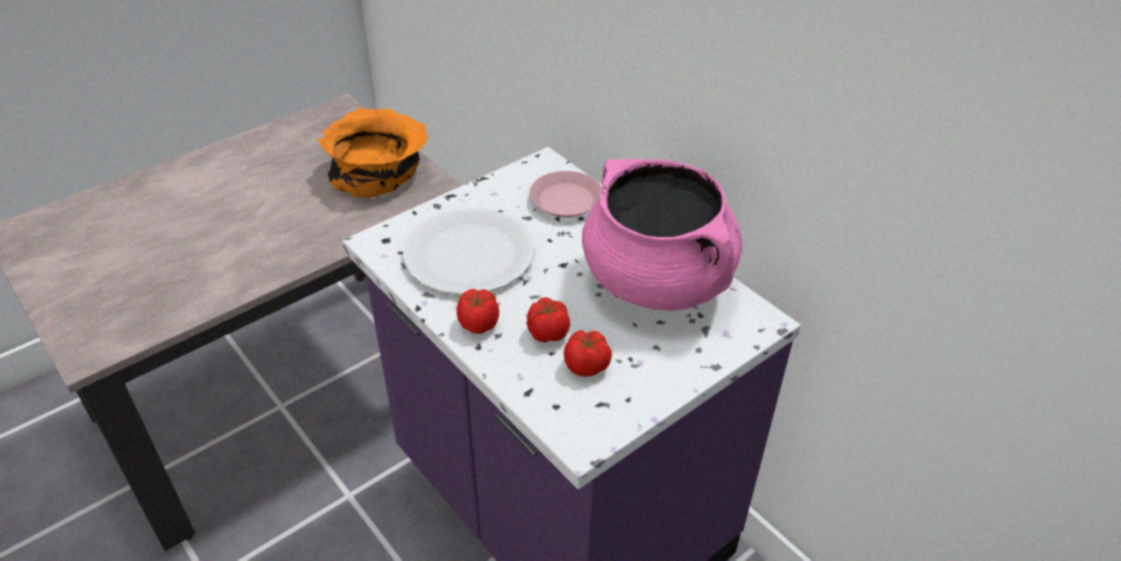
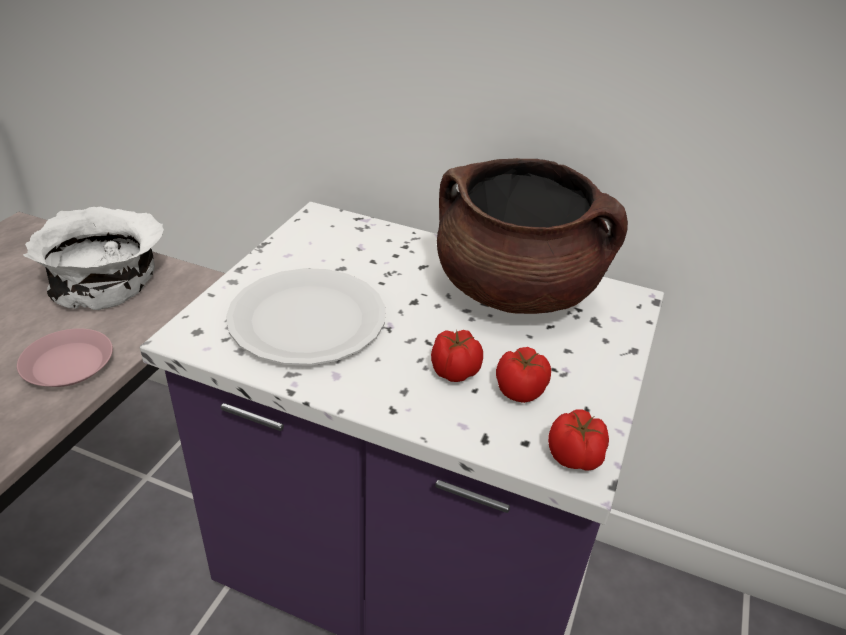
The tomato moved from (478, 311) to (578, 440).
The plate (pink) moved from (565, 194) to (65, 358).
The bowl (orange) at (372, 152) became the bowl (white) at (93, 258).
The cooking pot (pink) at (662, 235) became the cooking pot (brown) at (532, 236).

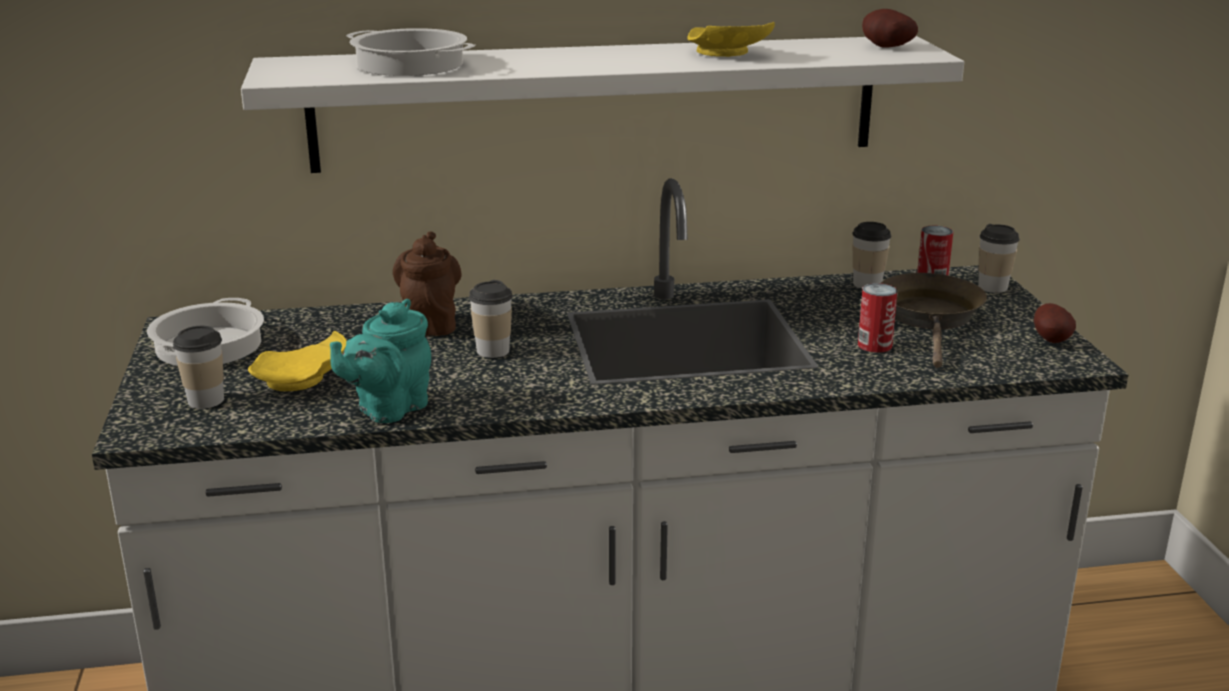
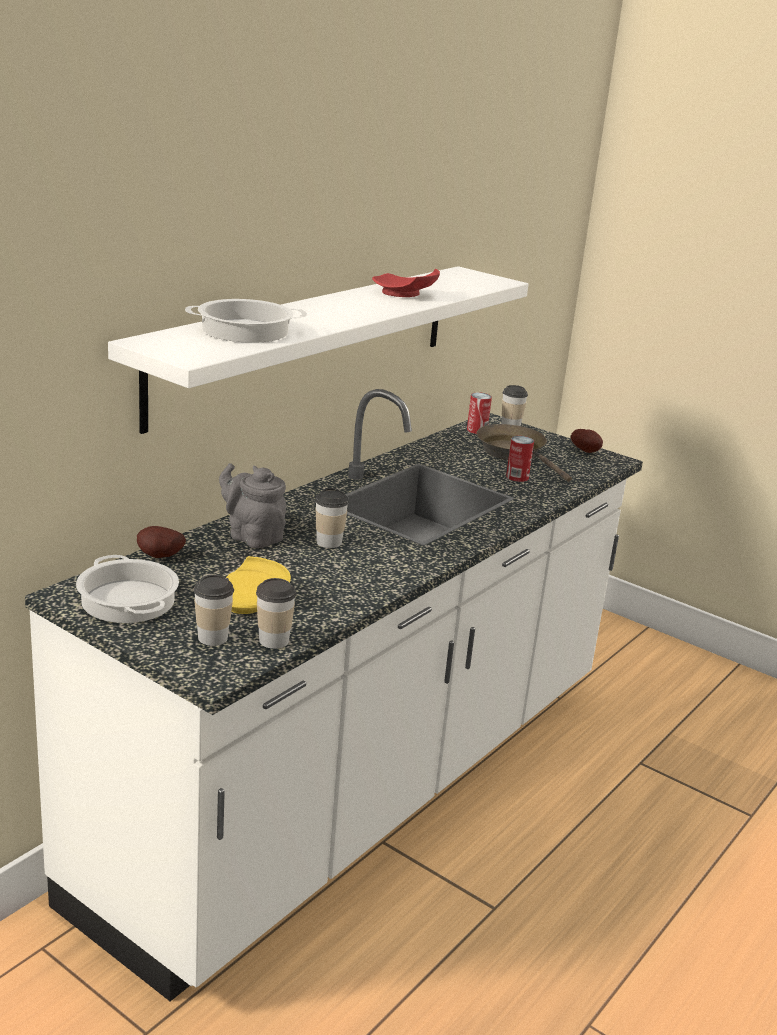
The teapot (turquoise) at (380, 361) disappeared.
The cup moved from (872, 255) to (276, 613).
The potato moved from (890, 28) to (161, 542).
The teapot (brown) at (427, 283) became the teapot (grey) at (252, 505).
The plate (yellow) at (731, 39) became the plate (red) at (406, 283).

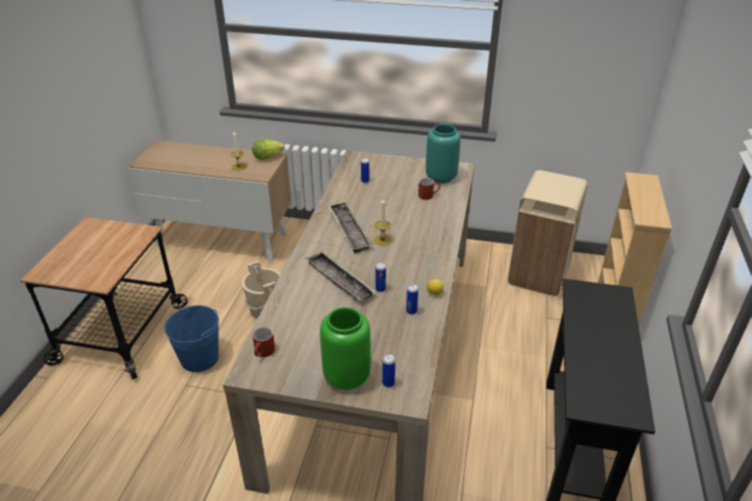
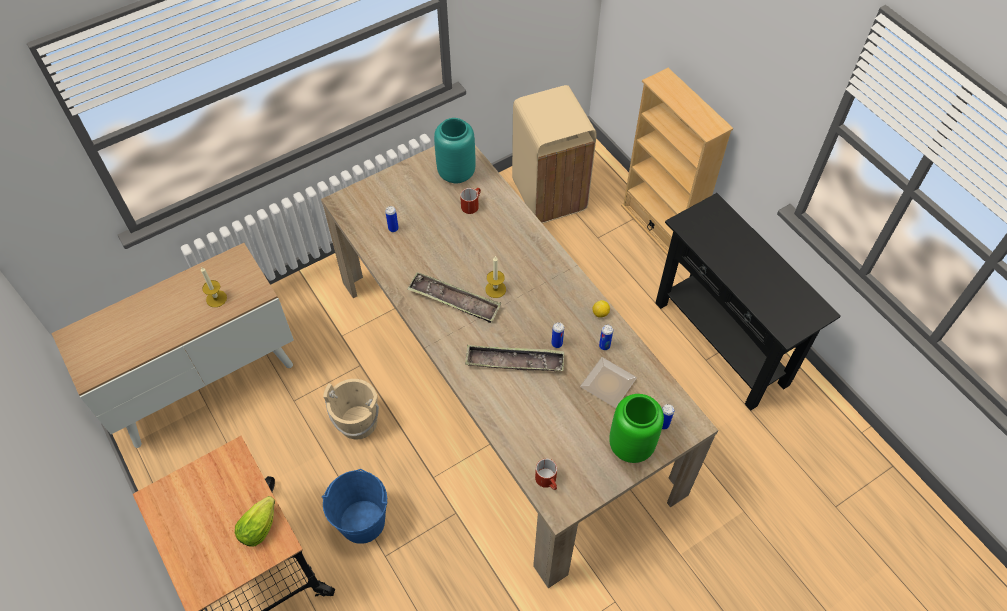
The plate at (608, 382) appeared.
The lettuce moved from (268, 149) to (255, 521).

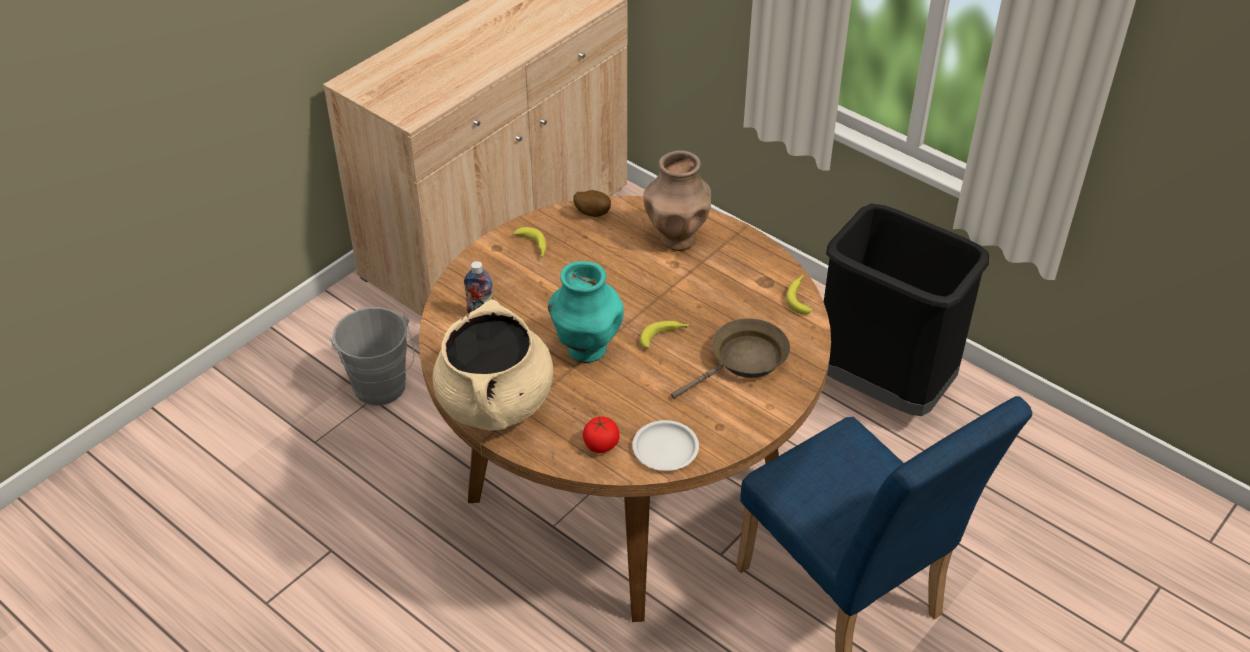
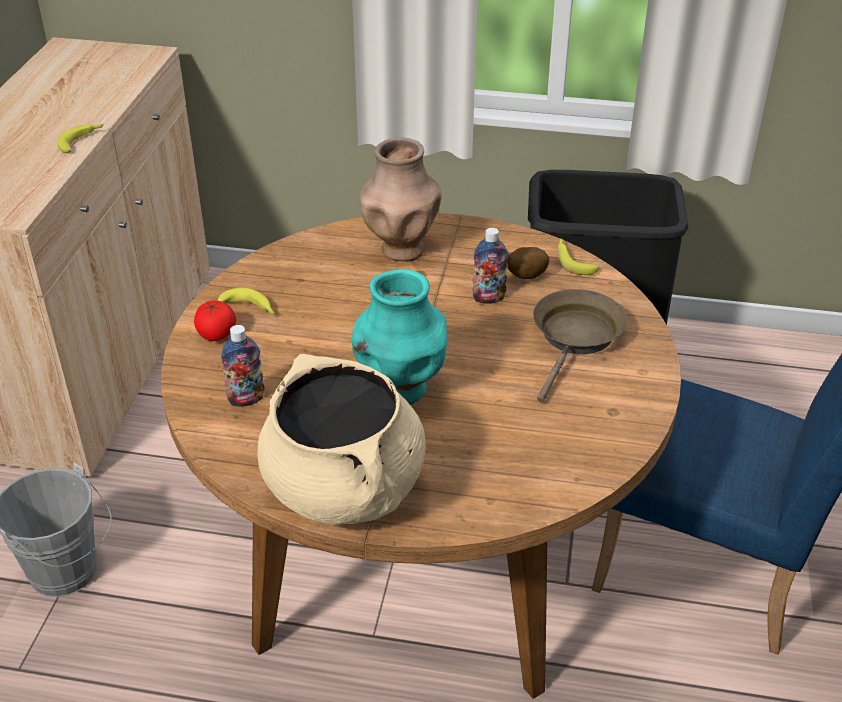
The plate (white) at (665, 445) disappeared.
The bottle at (490, 266) appeared.
The potato moved from (592, 203) to (527, 263).
The tomato moved from (601, 435) to (215, 320).
The banana moved from (665, 335) to (80, 138).

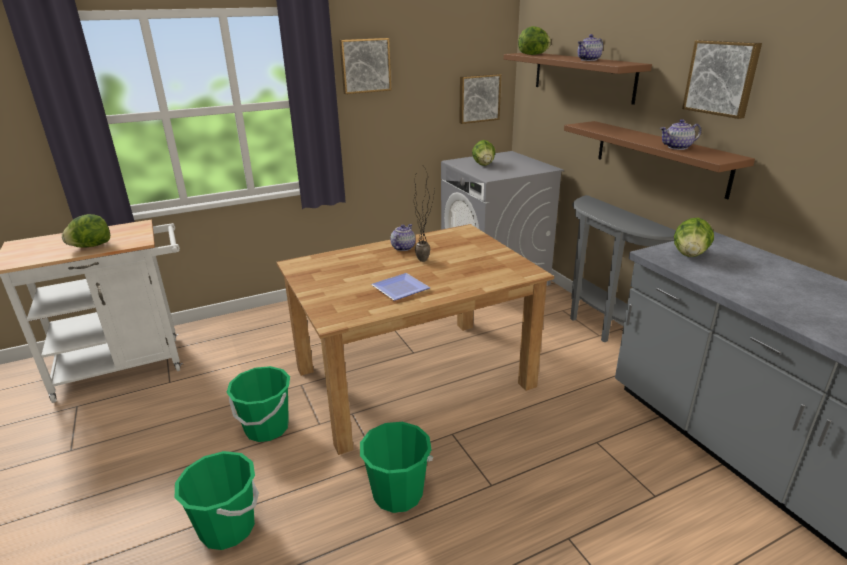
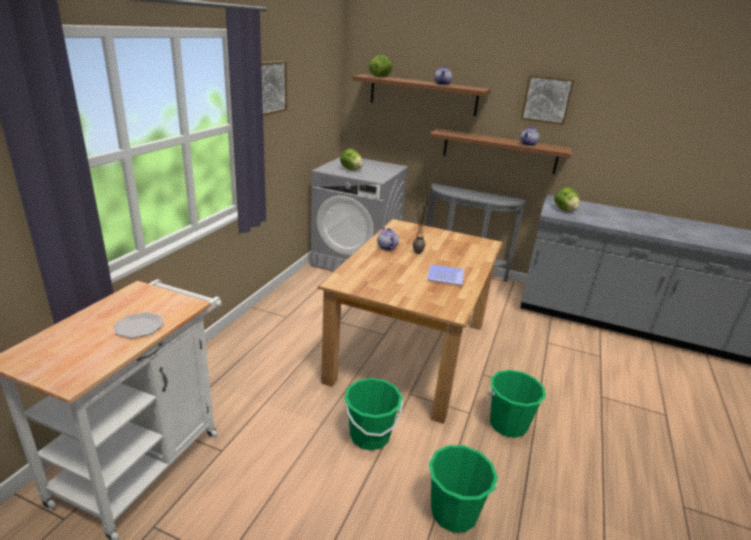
The picture at (480, 99) disappeared.
The lettuce at (86, 231) was replaced by the plate at (139, 325).

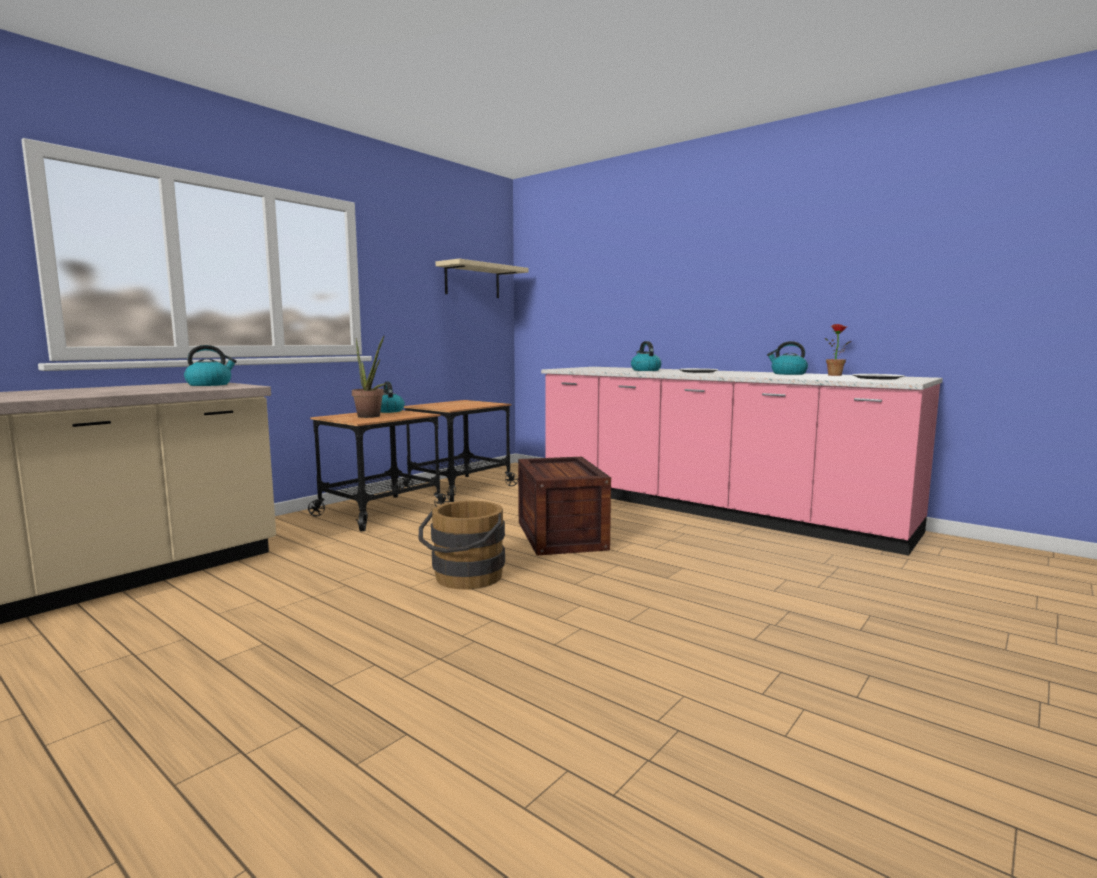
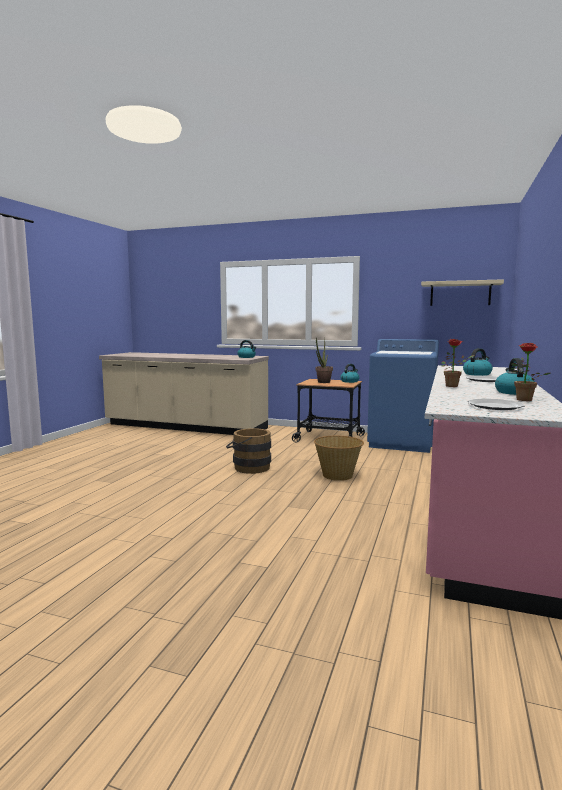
The potted plant at (457, 363) appeared.
The cart at (458, 451) was replaced by the washing machine (blue) at (403, 396).
The crate at (564, 506) was replaced by the basket at (339, 458).

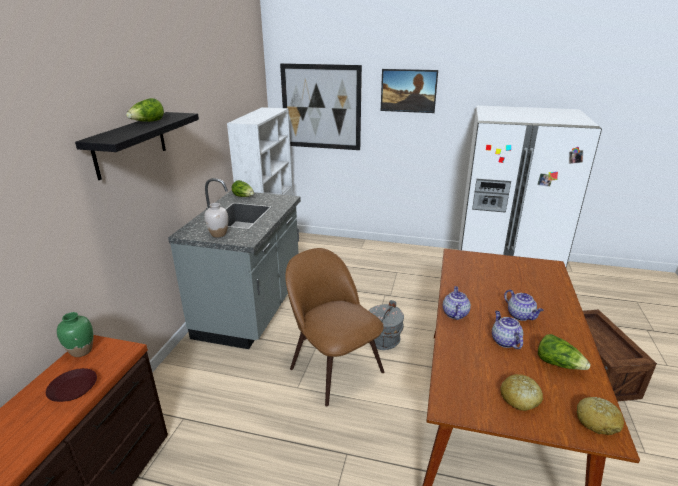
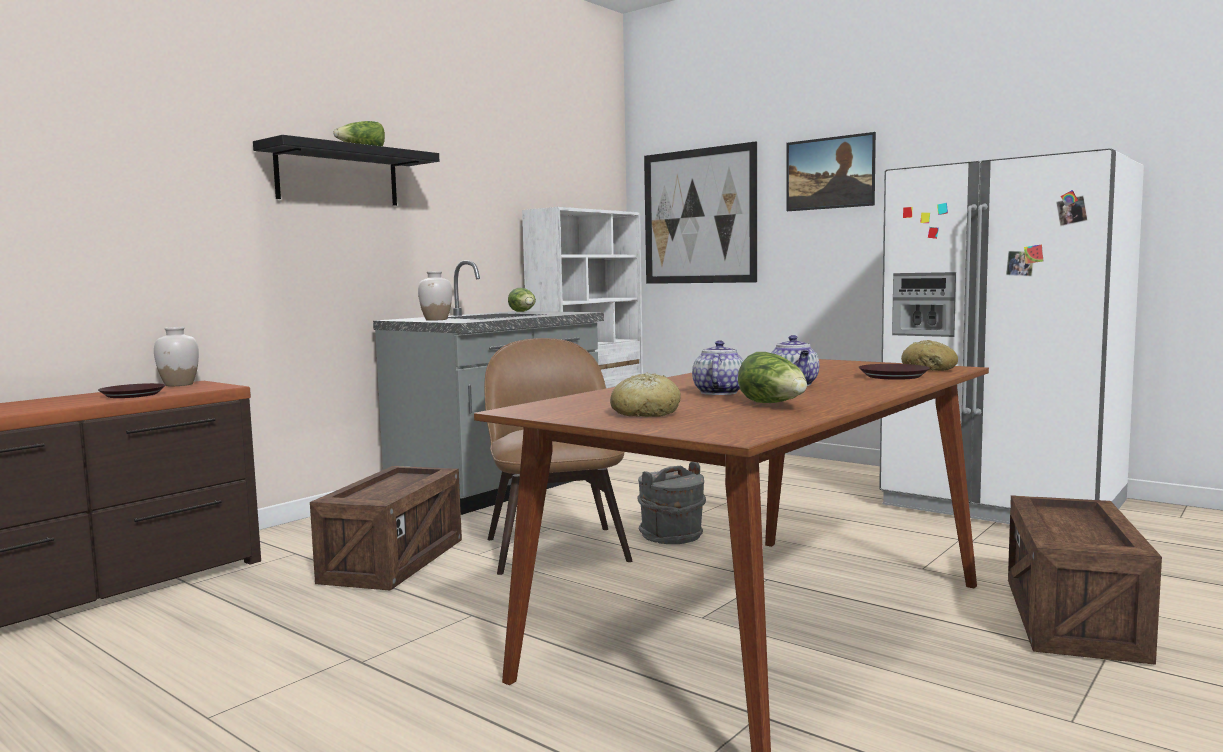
The teapot at (457, 303) disappeared.
The crate at (386, 528) appeared.
The plate (brown) at (894, 372) appeared.
The bread moved from (600, 416) to (929, 355).
The vase (green) at (75, 334) became the vase (white) at (176, 356).

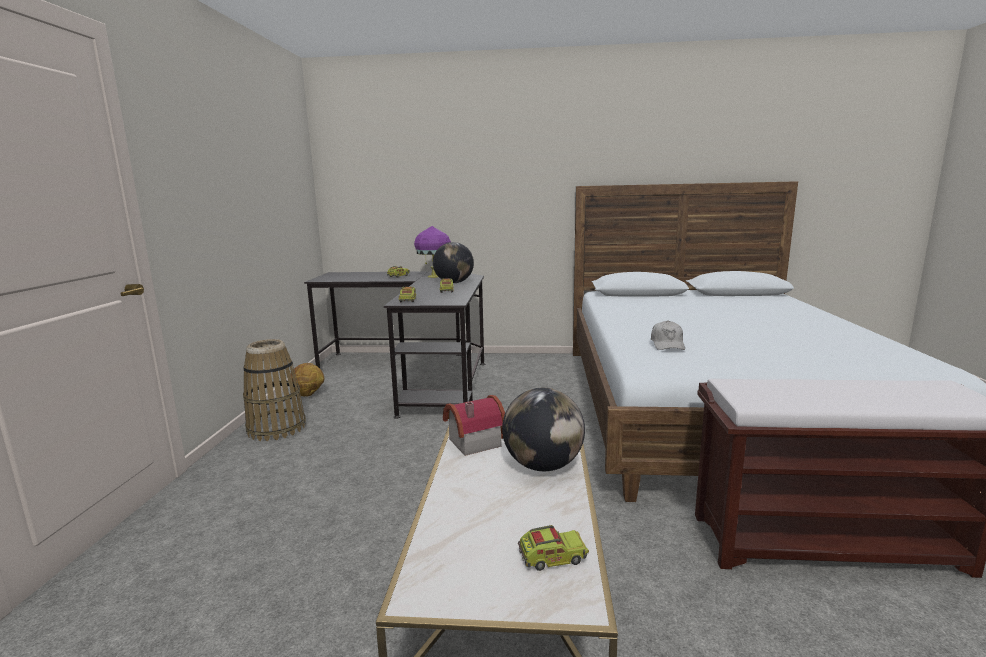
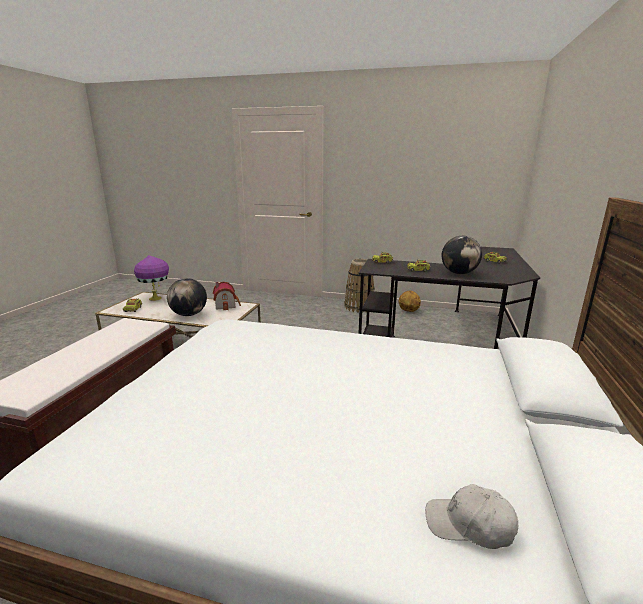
The table lamp (purple) moved from (432, 252) to (151, 278).
The cap (white) moved from (668, 335) to (471, 516).

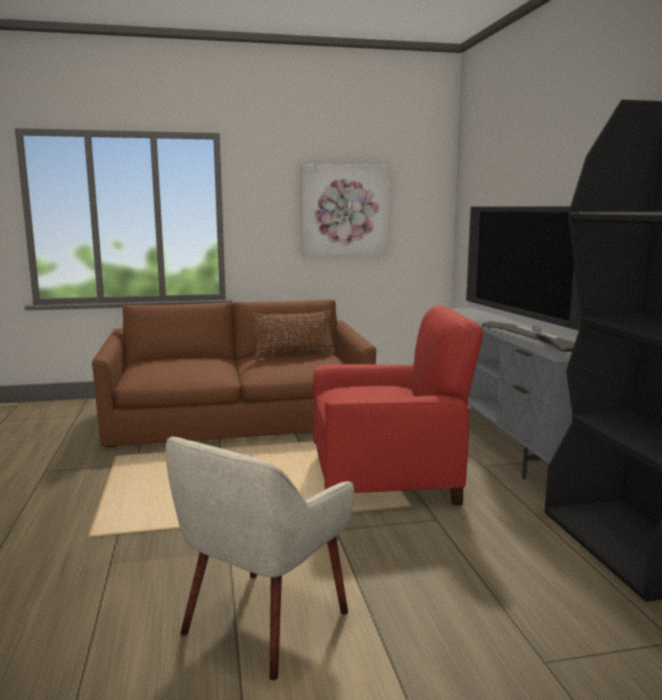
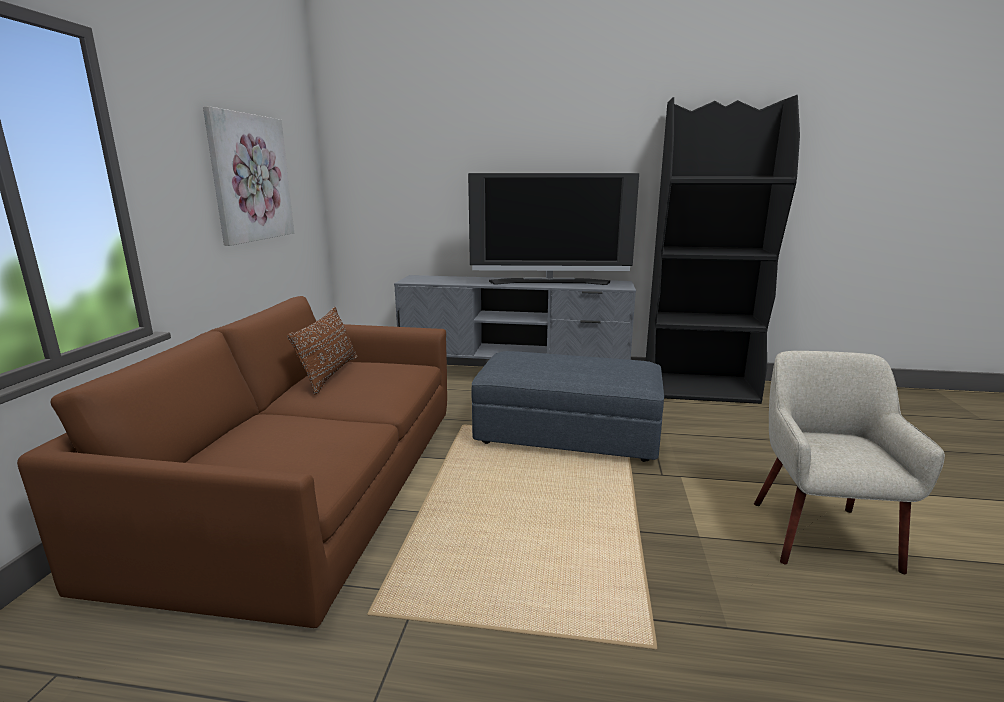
The armchair (red) at (398, 405) was replaced by the ottoman (grey) at (567, 406).
The armchair (beige) at (260, 558) turned 135 degrees counterclockwise.

